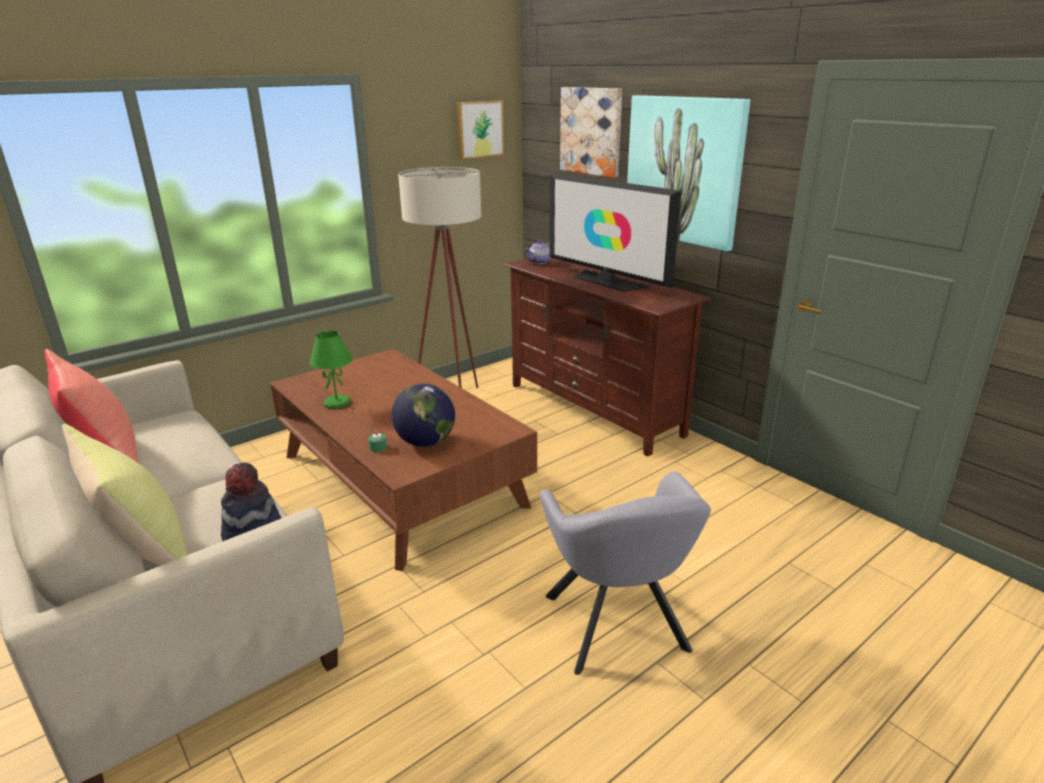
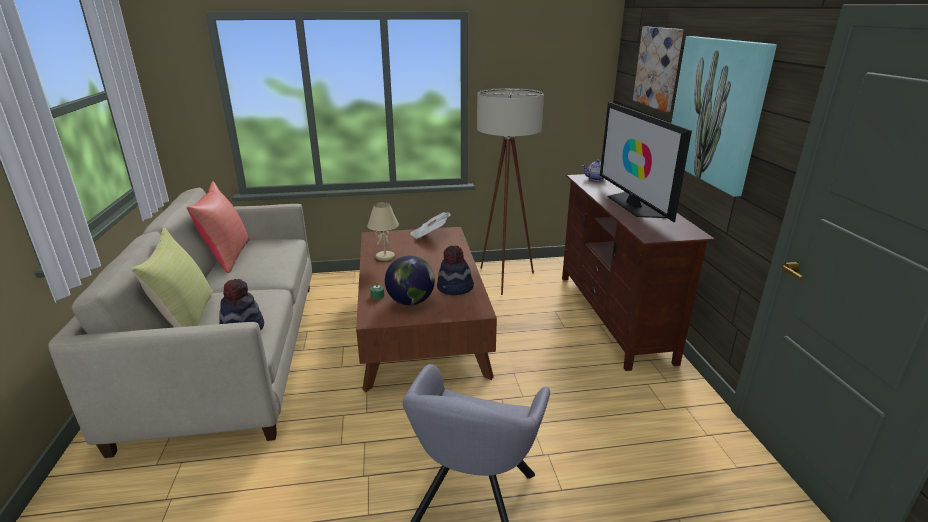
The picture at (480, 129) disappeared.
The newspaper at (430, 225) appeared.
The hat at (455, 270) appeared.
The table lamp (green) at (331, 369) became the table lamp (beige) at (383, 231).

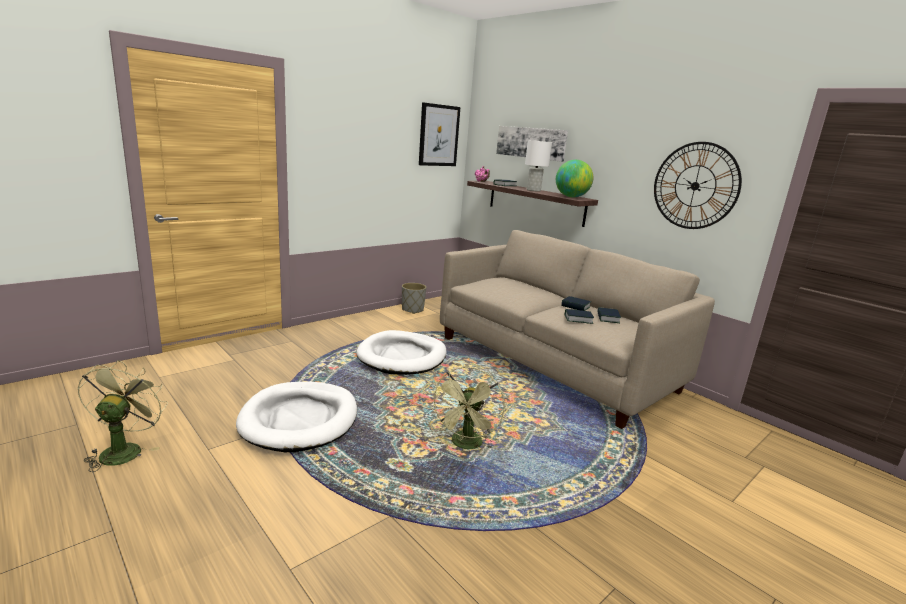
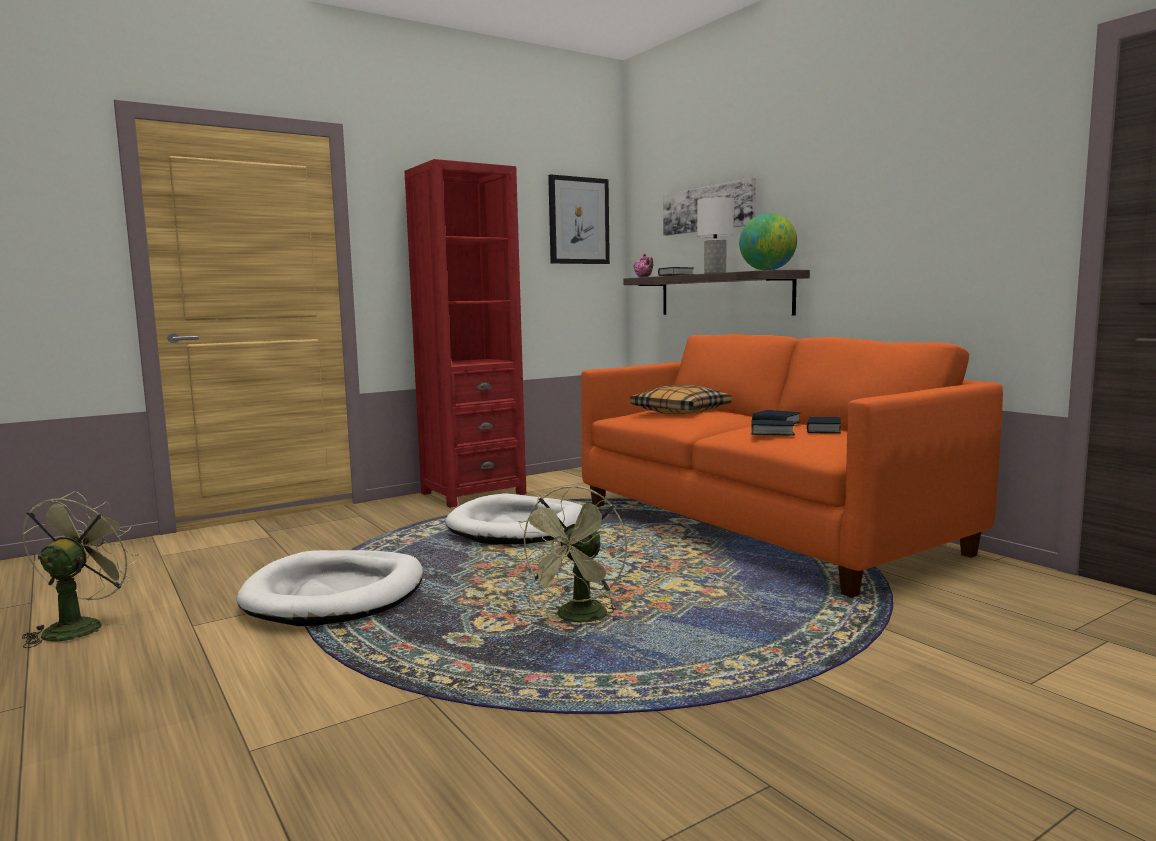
The planter (grey) at (414, 298) disappeared.
The wall clock at (698, 185) disappeared.
The bookcase (red) at (465, 333) appeared.
The pillow at (681, 399) appeared.
The sofa (beige) at (577, 329) became the sofa (orange) at (792, 466).

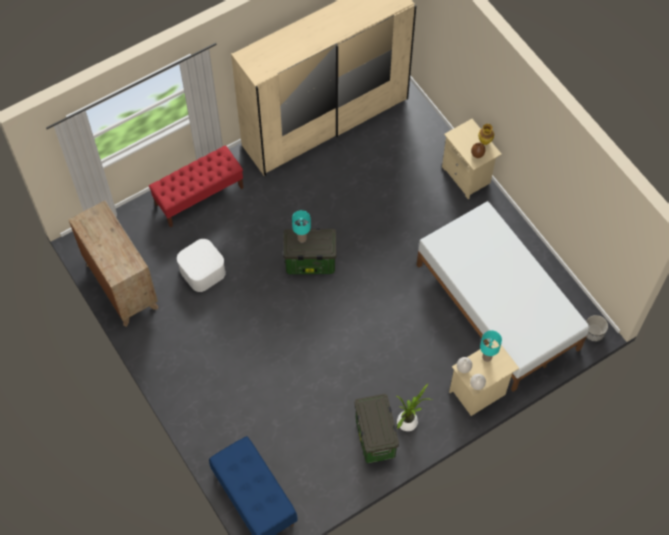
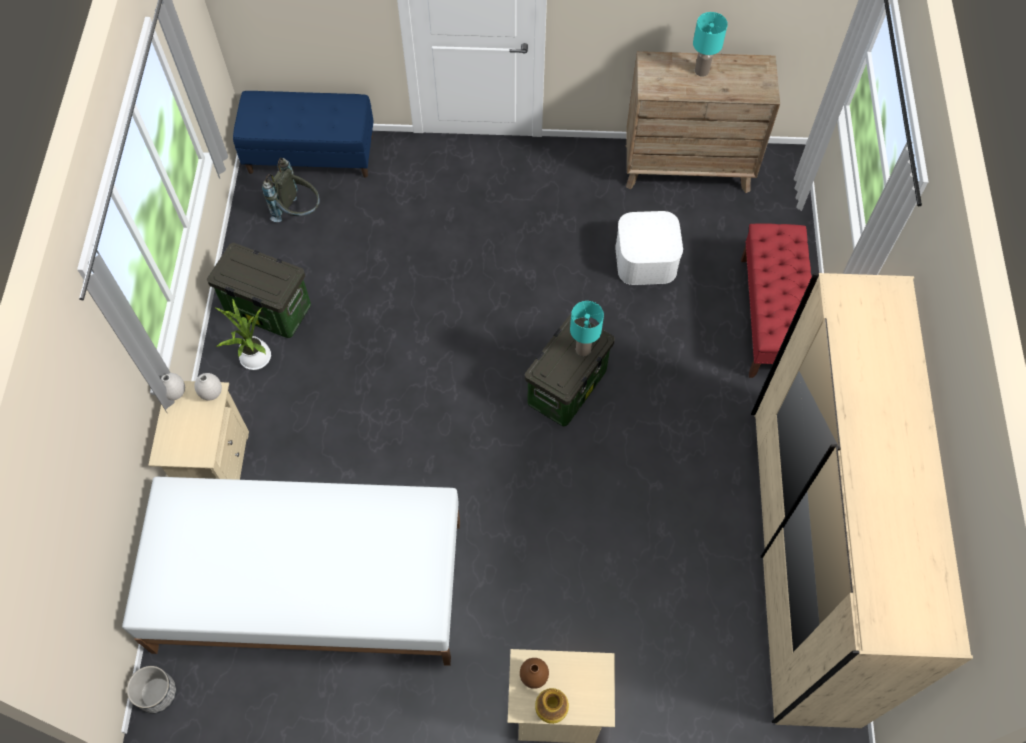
The backpack (grey) at (291, 190) appeared.
The table lamp (turquoise) moved from (491, 346) to (710, 44).

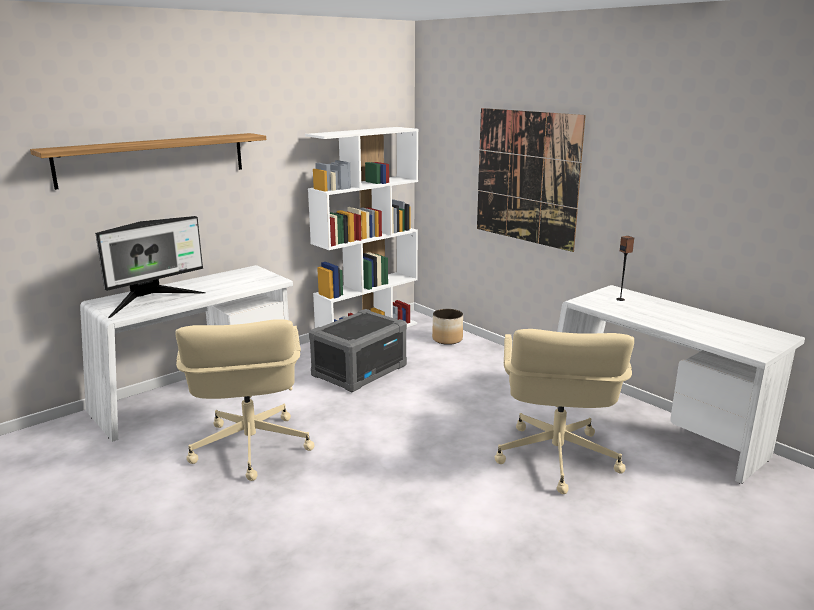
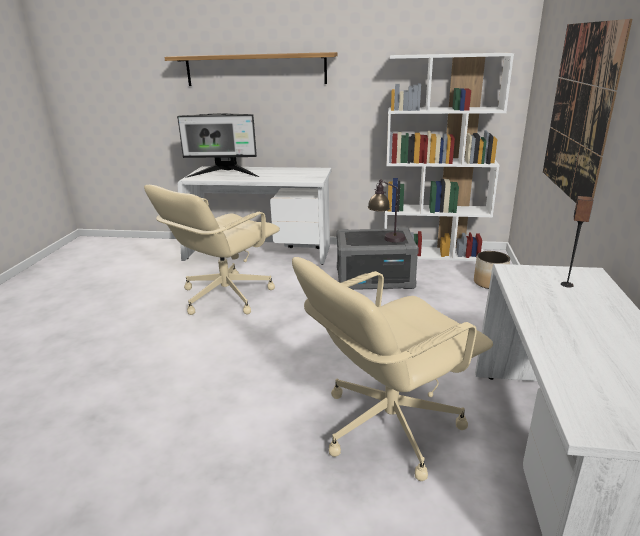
The table lamp at (387, 211) appeared.

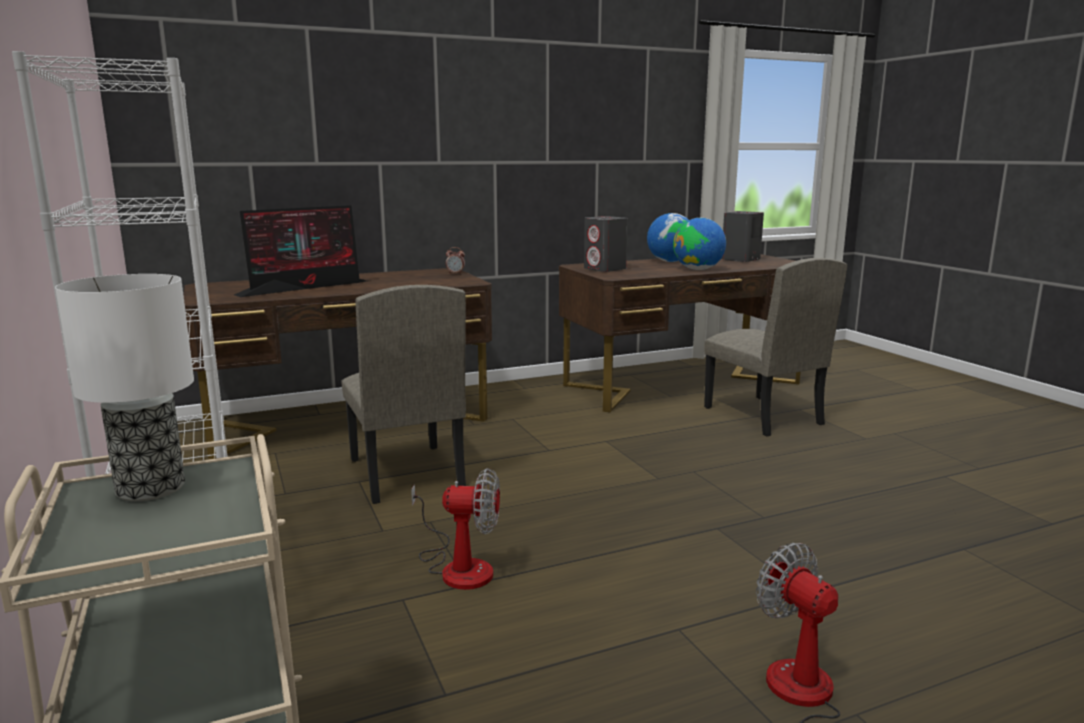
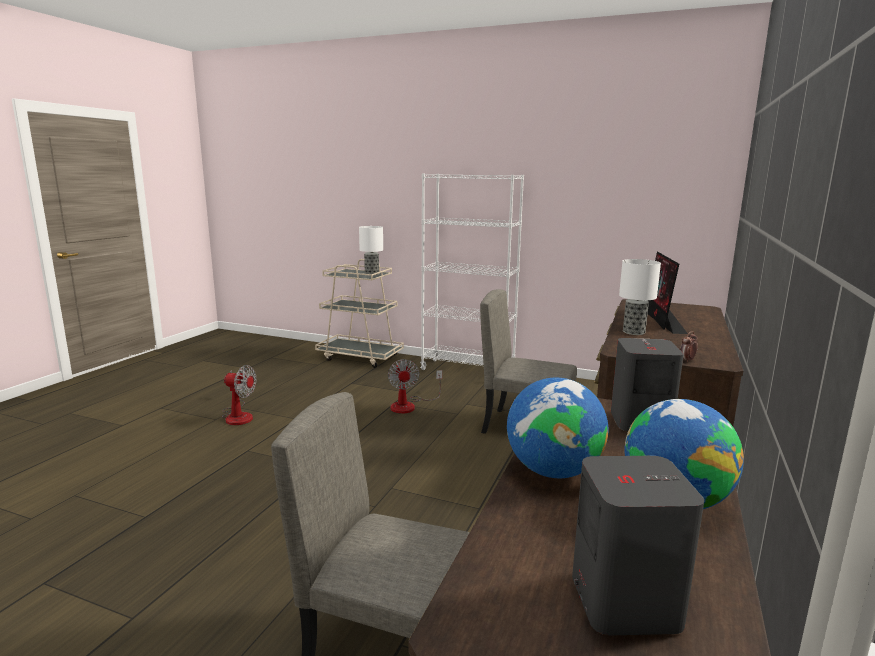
The table lamp at (640, 297) appeared.
The fan at (455, 529) turned 60 degrees counterclockwise.

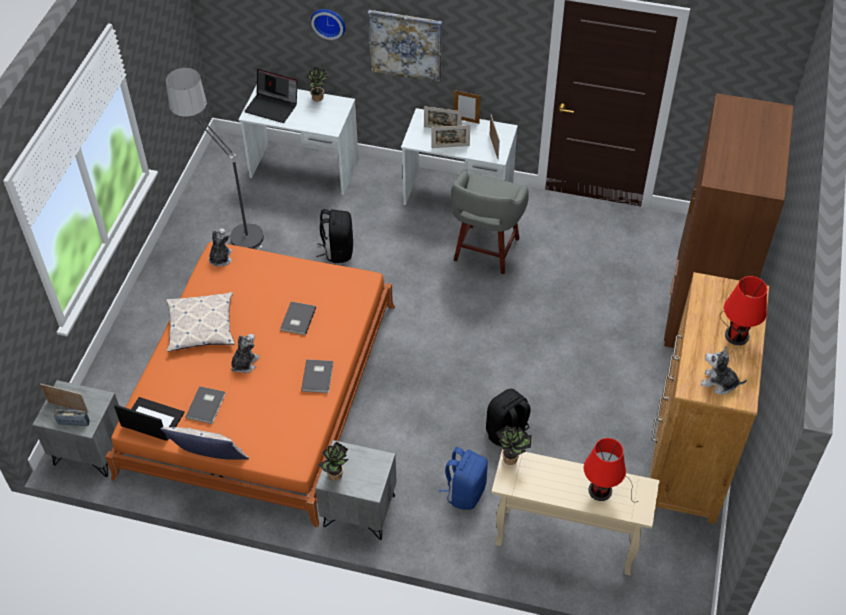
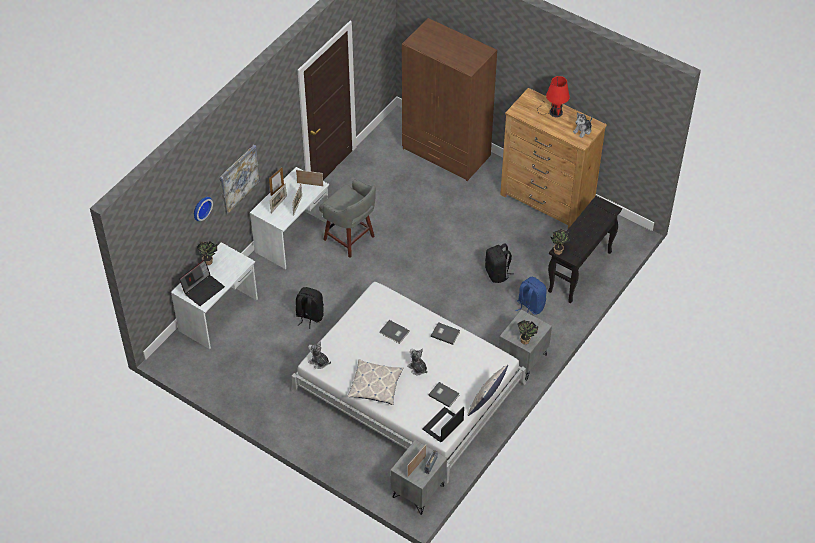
The floor lamp at (215, 159) disappeared.
The table lamp (red) at (611, 470) disappeared.
The bed (orange) at (250, 384) became the bed (white) at (408, 383).
The console table (beige) at (575, 512) became the console table (black) at (585, 249).

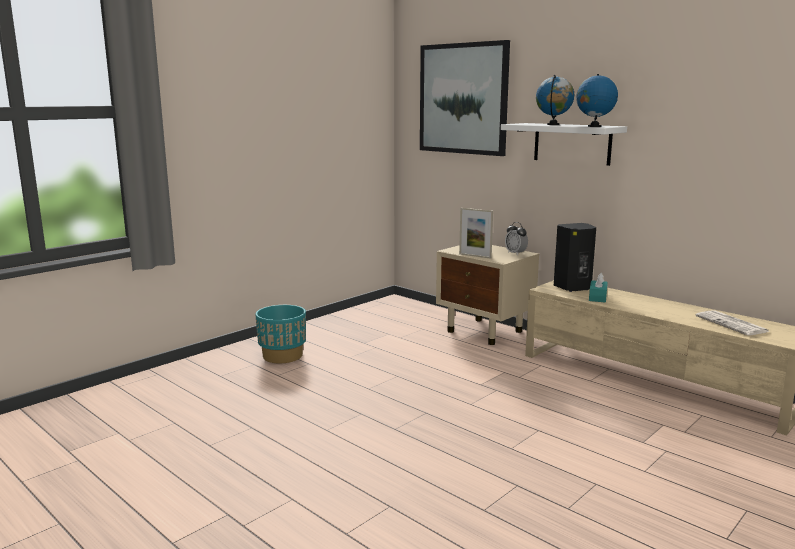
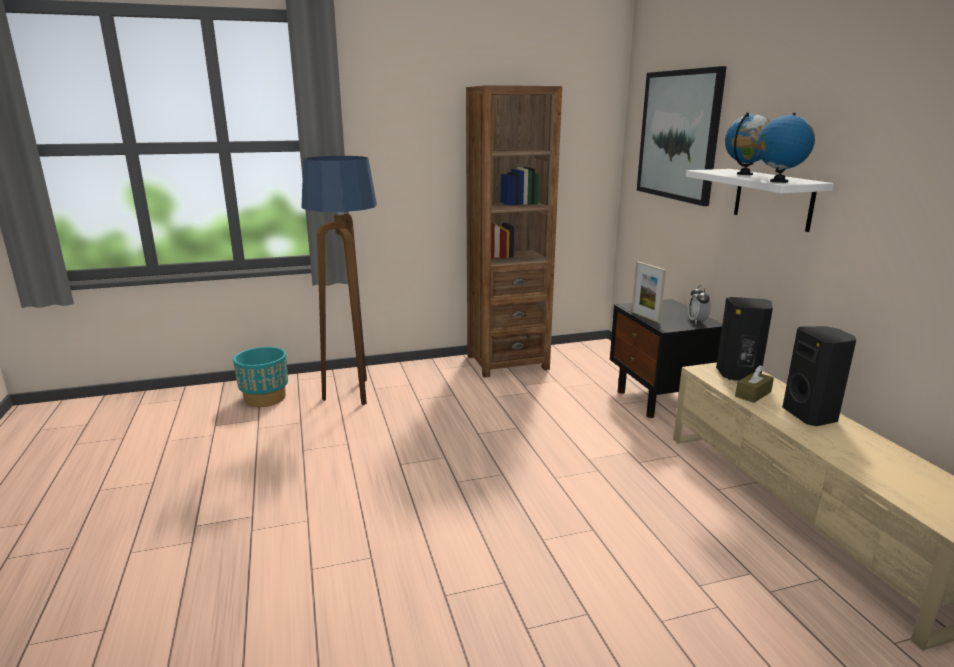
The newspaper at (732, 322) disappeared.
The floor lamp at (339, 280) appeared.
The bookcase (brown) at (514, 231) appeared.
The speaker (black) at (819, 376) appeared.
The planter (turquoise) moved from (280, 334) to (260, 377).
The nightstand (beige) at (487, 295) became the nightstand (black) at (666, 358).
The tissue box (turquoise) at (598, 288) became the tissue box (brown) at (754, 384).

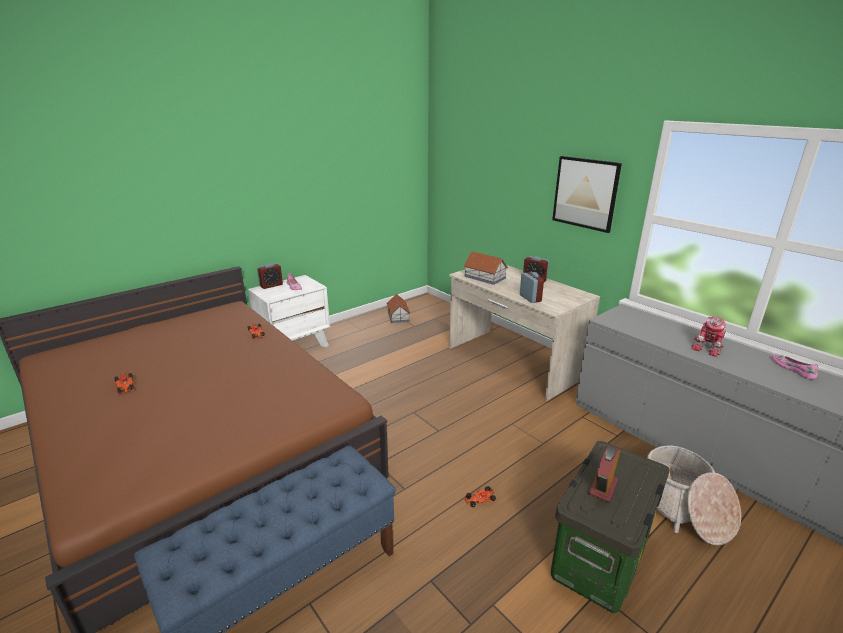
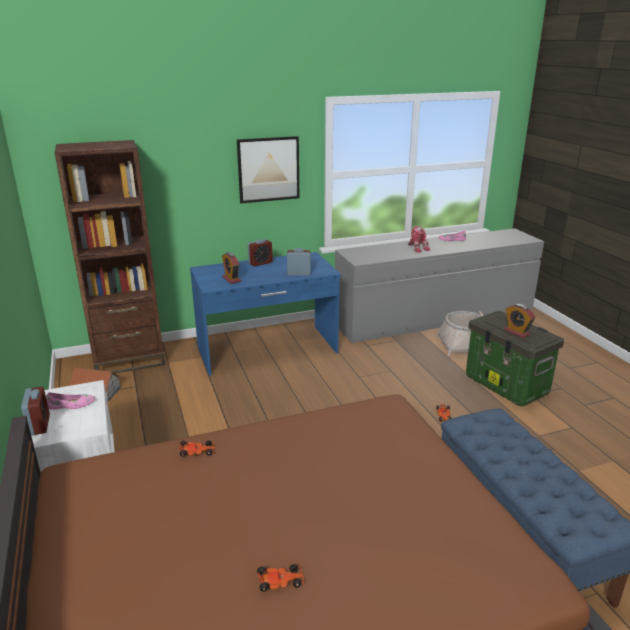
The bookcase (brown) at (110, 256) appeared.
The toy house at (485, 268) was replaced by the alarm clock at (231, 268).
The desk (beige) at (524, 333) became the desk (blue) at (265, 314).

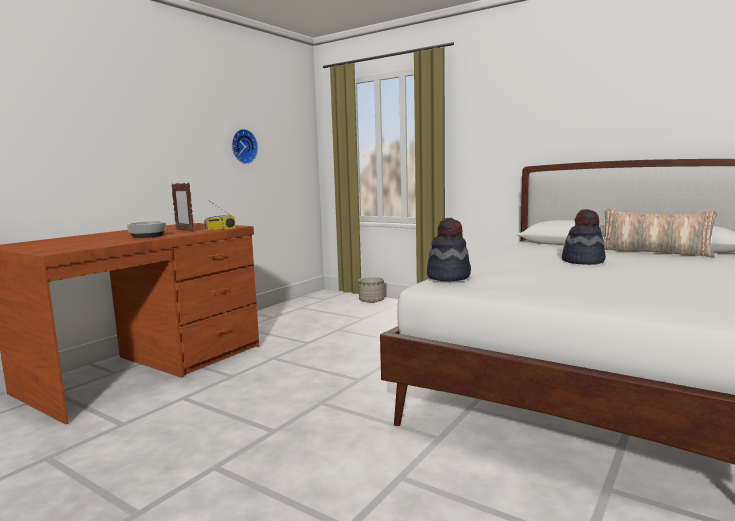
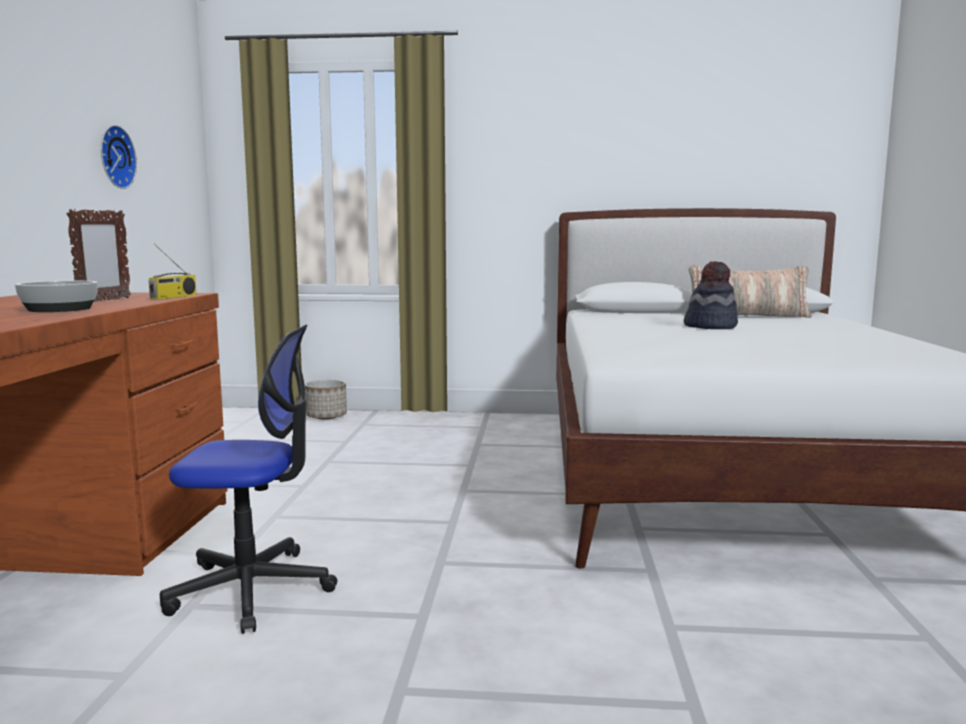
The hat at (449, 249) disappeared.
The office chair at (249, 479) appeared.
The picture frame at (182, 207) turned 90 degrees counterclockwise.

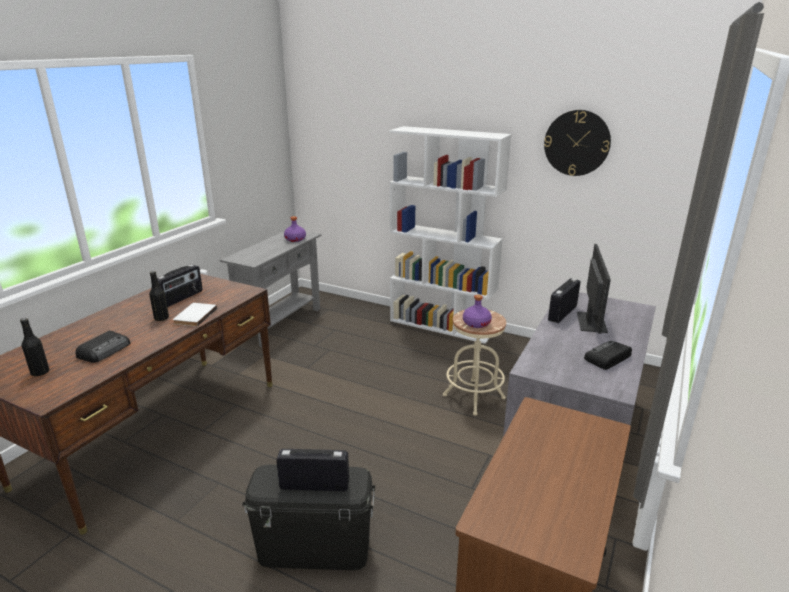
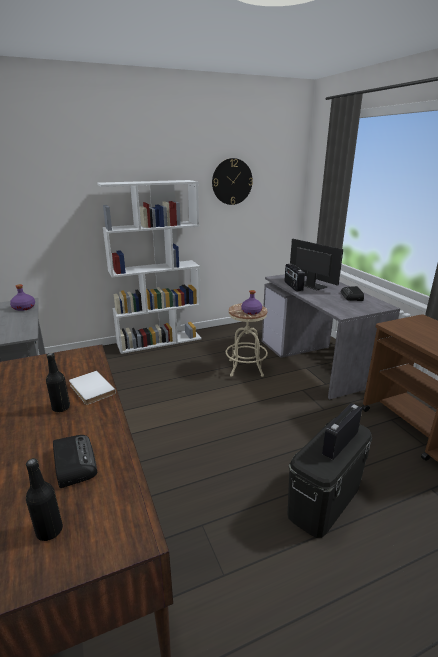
The radio at (180, 285) disappeared.

